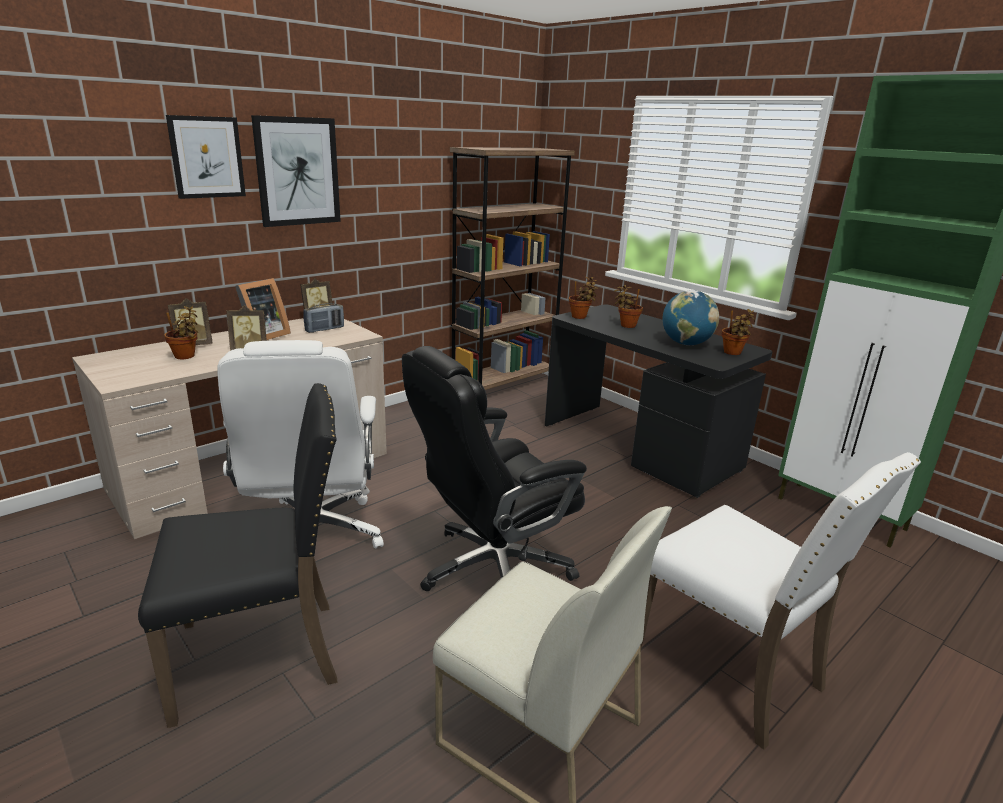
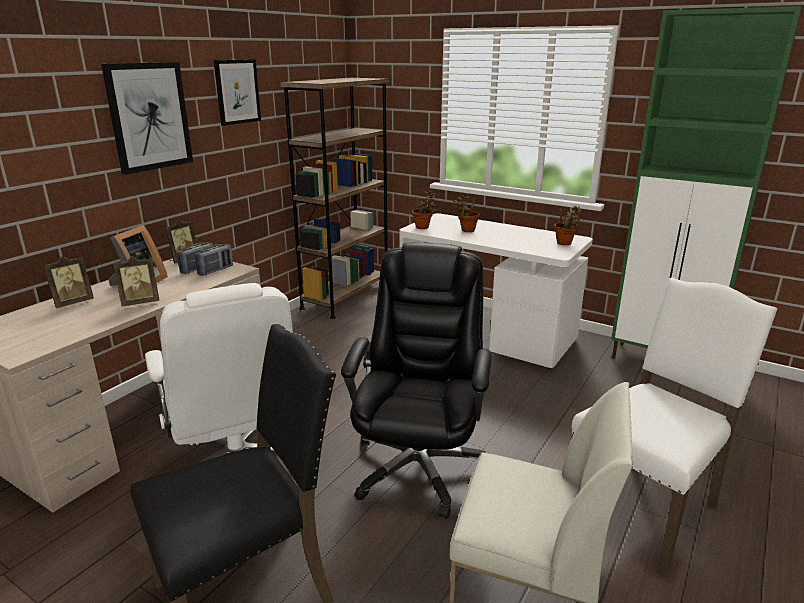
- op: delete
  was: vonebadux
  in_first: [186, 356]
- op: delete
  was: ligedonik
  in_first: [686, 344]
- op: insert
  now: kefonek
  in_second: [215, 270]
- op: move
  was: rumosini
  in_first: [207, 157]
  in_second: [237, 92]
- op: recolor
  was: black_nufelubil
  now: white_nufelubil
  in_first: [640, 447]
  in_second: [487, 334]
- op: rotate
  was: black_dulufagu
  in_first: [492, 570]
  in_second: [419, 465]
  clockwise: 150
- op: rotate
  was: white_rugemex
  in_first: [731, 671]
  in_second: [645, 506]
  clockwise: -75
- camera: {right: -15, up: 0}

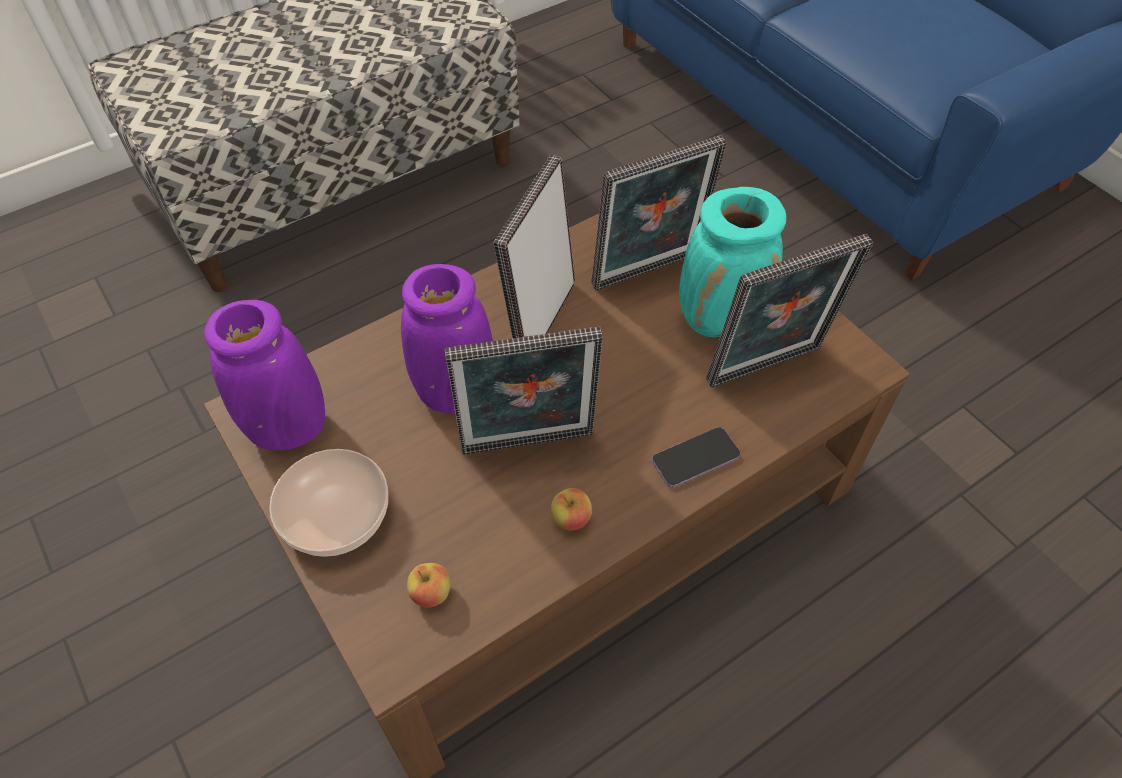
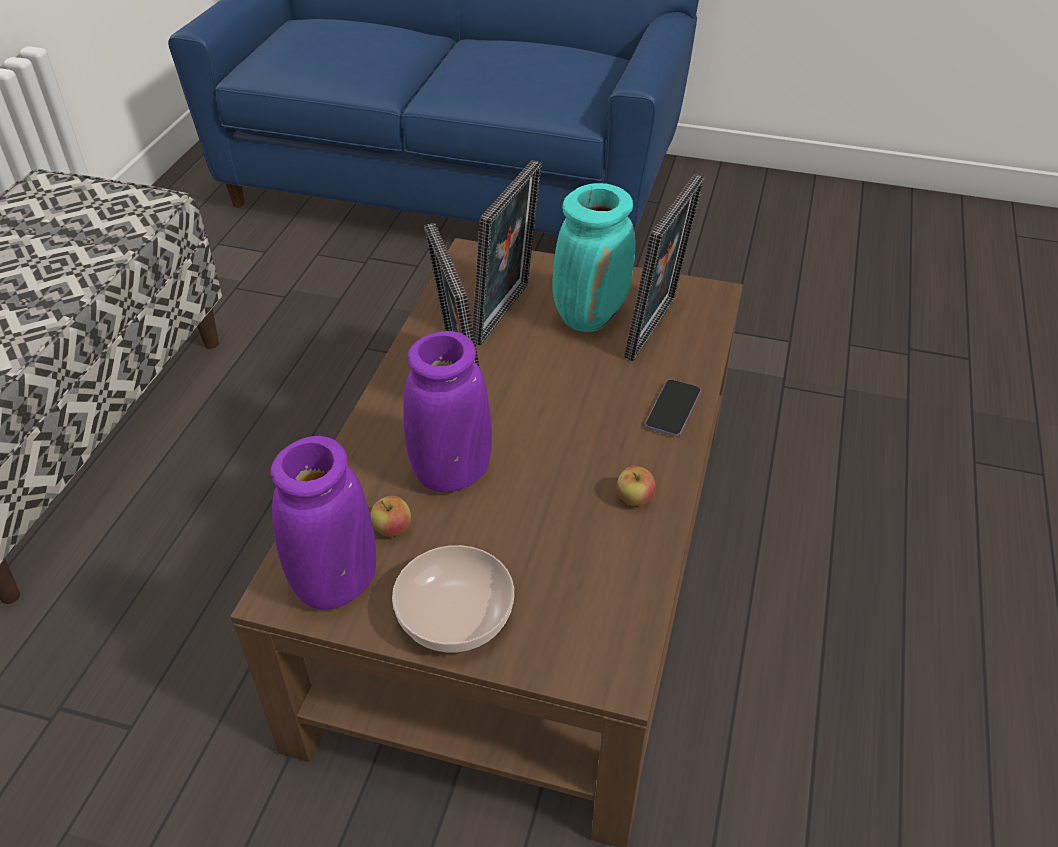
- op: delete
  was: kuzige
  in_first: [528, 447]
- op: move
  was: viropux
  in_first: [431, 593]
  in_second: [392, 529]
- camera: {right: -40, up: -10}

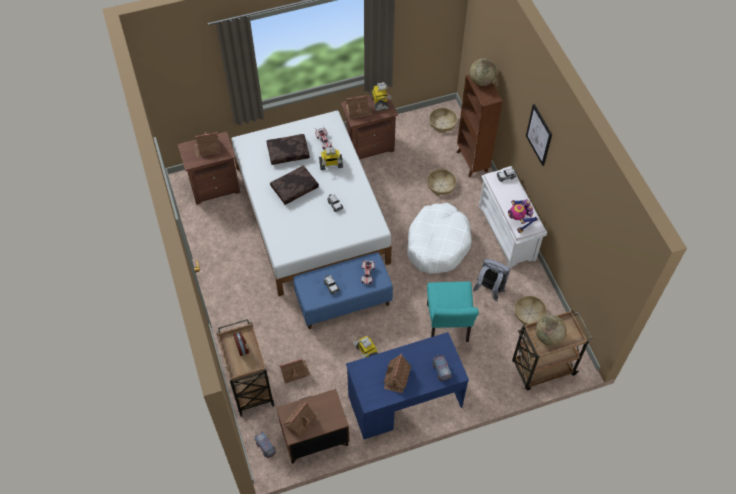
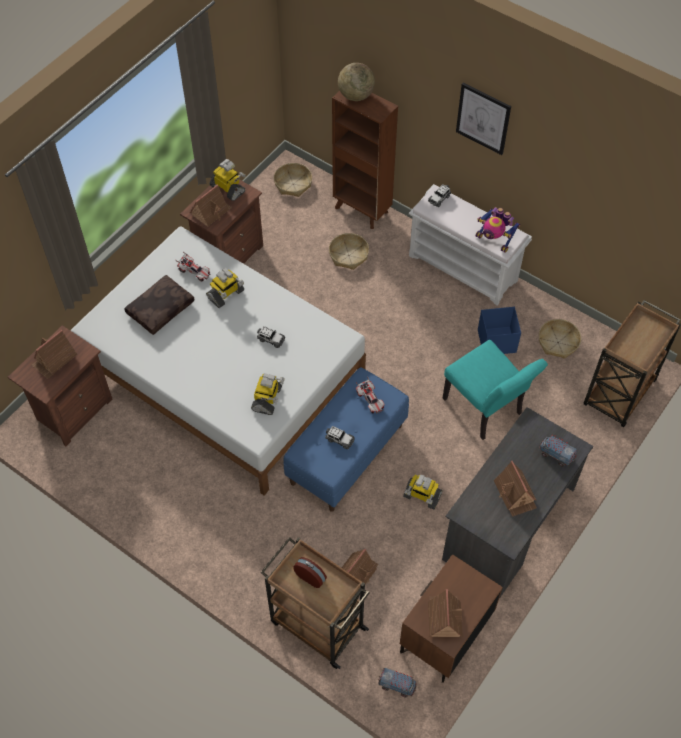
- op: delete
  was: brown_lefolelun
  in_first: [294, 189]
- op: delete
  was: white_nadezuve
  in_first: [437, 244]
- op: delete
  was: ligedonik
  in_first: [548, 337]
- op: insert
  now: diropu
  in_second: [267, 399]
- op: replace
  was: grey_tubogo
  now: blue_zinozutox
  in_first: [489, 289]
  in_second: [496, 341]
- op: recolor
  was: blue_nufelubil
  now: grey_nufelubil
  in_first: [404, 401]
  in_second: [508, 524]
- camera: {right: -35, up: 0}

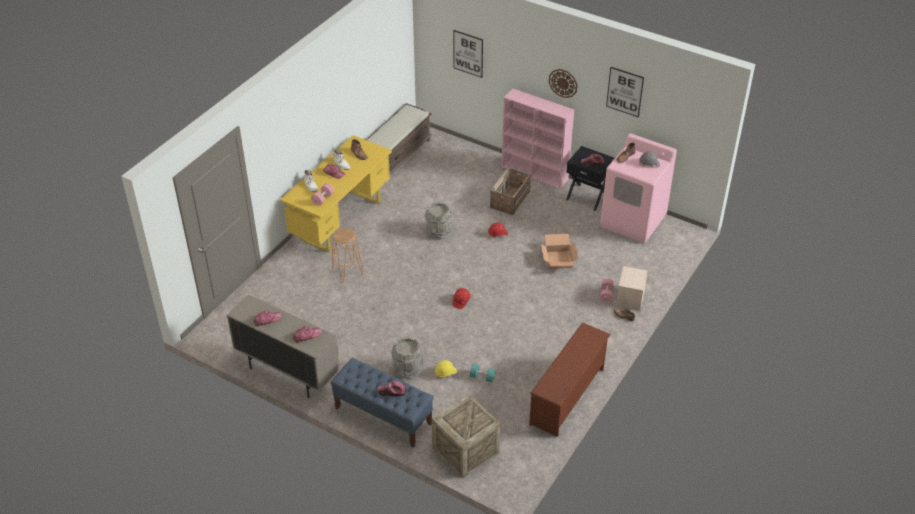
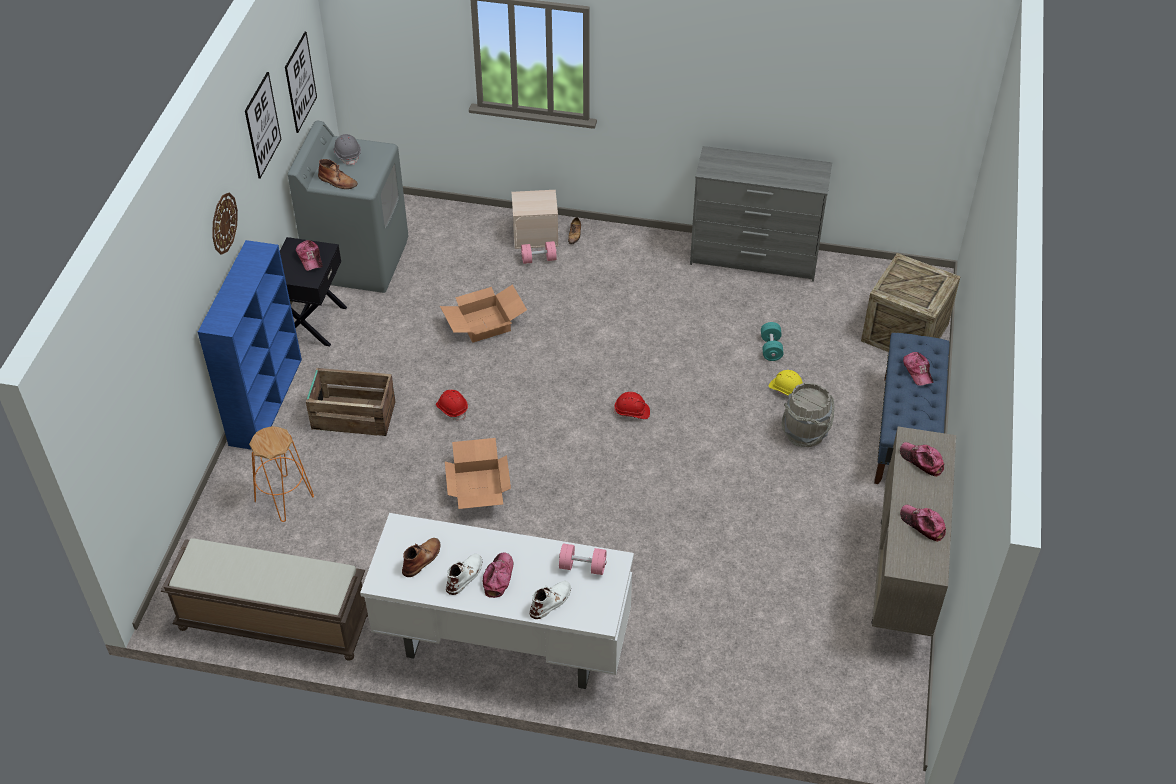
- op: move
  was: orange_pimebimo
  in_first: [347, 271]
  in_second: [283, 498]
- op: move
  was: rumosini
  in_first: [468, 53]
  in_second: [300, 82]
- op: replace
  was: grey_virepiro
  now: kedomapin
  in_first: [439, 232]
  in_second: [477, 487]
- op: replace
  was: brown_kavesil
  now: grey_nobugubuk
  in_first: [568, 397]
  in_second: [754, 258]
- op: recolor
  was: yellow_nufelubil
  now: white_nufelubil
  in_first: [341, 220]
  in_second: [502, 644]
- op: recolor
  was: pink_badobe
  now: blue_badobe
  in_first: [535, 173]
  in_second: [266, 400]
- op: recolor
  was: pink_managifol
  now: grey_managifol
  in_first: [633, 221]
  in_second: [358, 260]
- camera: {right: -110, up: 5}

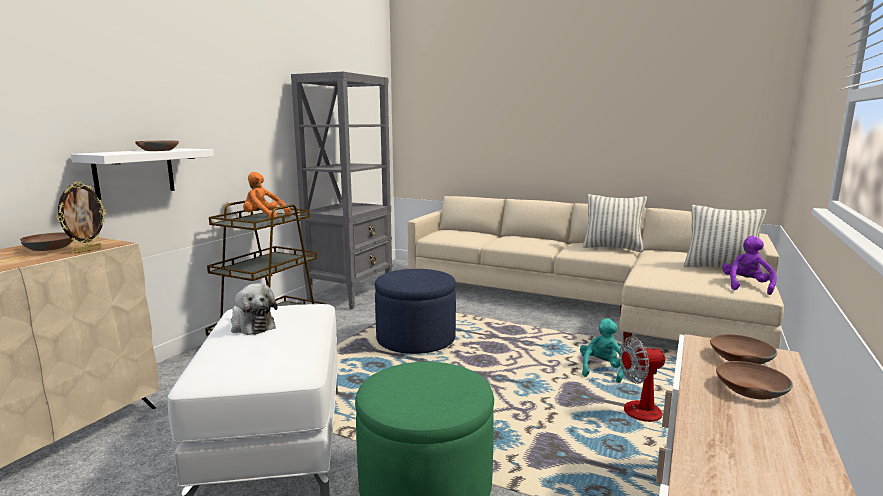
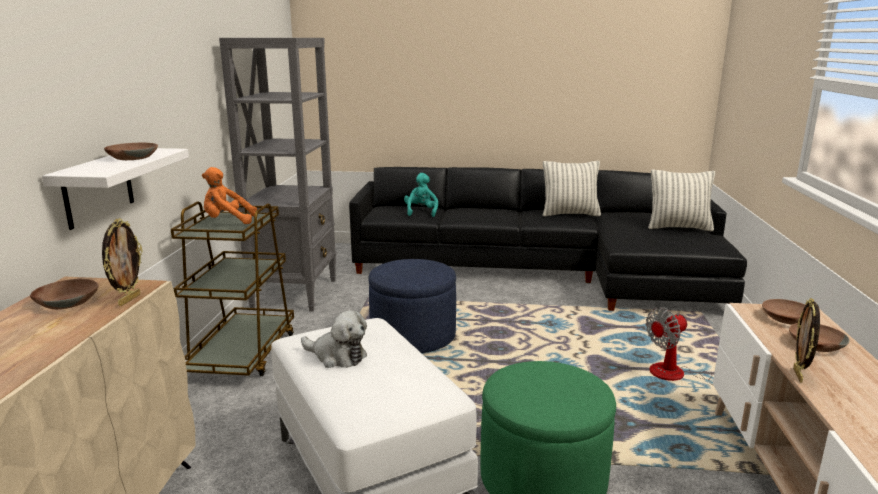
- op: delete
  was: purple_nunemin
  in_first: [746, 286]
- op: insert
  now: kuzige
  in_second: [799, 375]
- op: move
  was: turquoise_nunemin
  in_first: [602, 370]
  in_second: [421, 212]
- op: recolor
  was: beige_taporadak
  now: black_taporadak
  in_first: [589, 303]
  in_second: [548, 271]
- camera: {right: -20, up: 5}

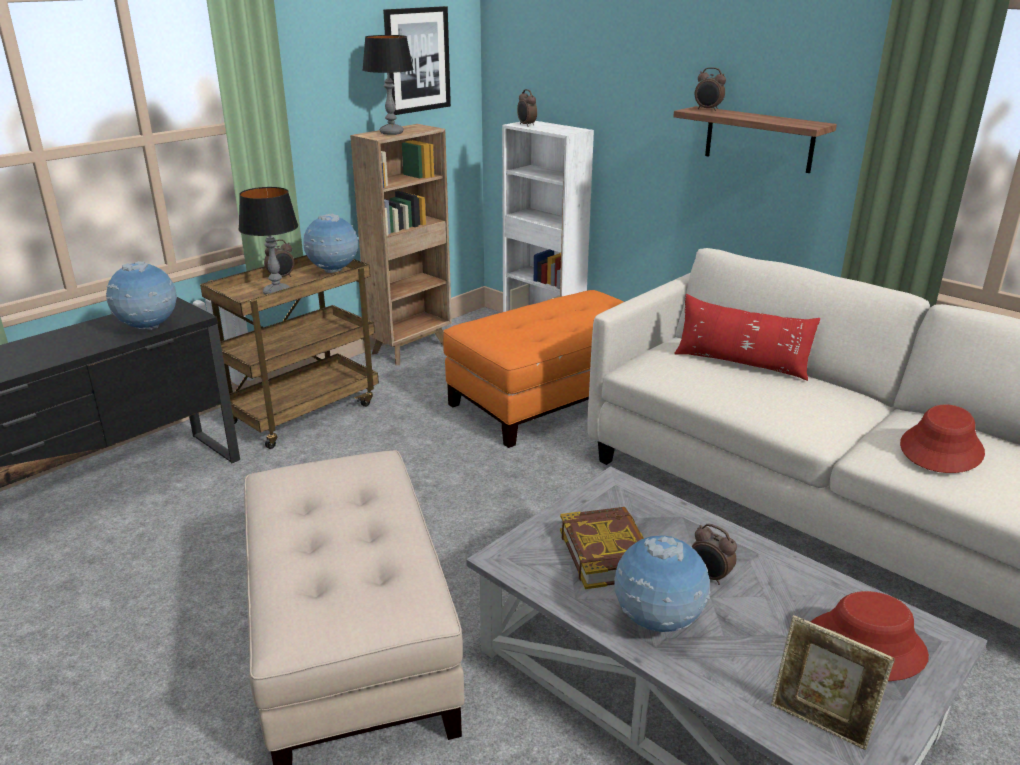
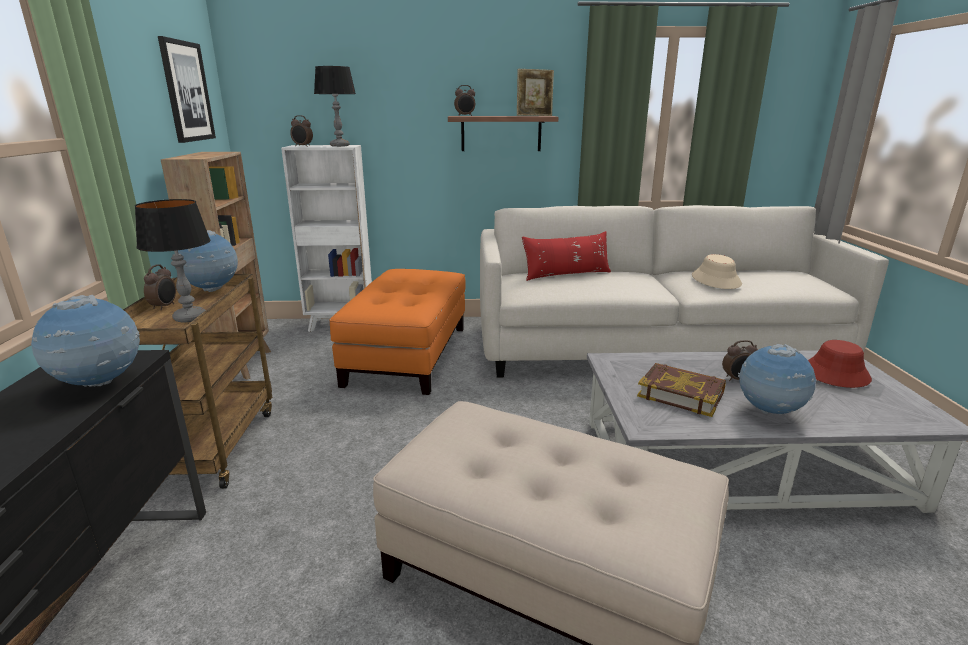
- op: move
  was: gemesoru
  in_first: [392, 133]
  in_second: [340, 146]
- op: move
  was: kuzige
  in_first: [819, 724]
  in_second: [534, 116]
- op: recolor
  was: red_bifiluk
  now: beige_bifiluk
  in_first: [941, 449]
  in_second: [716, 280]
- camera: {right: -45, up: -5}

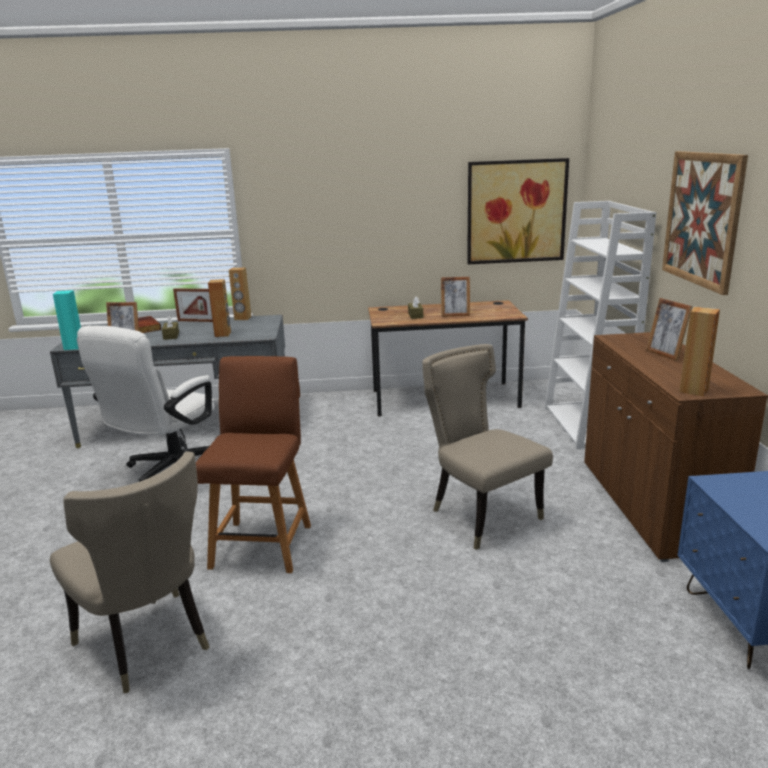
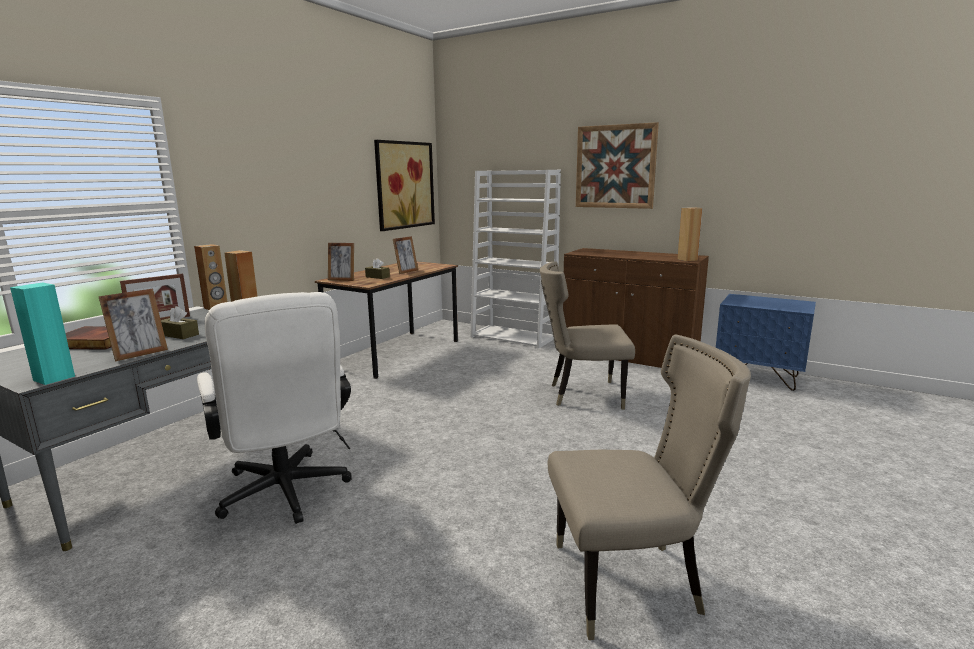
- op: delete
  was: brown_rugemex
  in_first: [263, 544]
- op: move
  was: kuzige
  in_first: [665, 354]
  in_second: [342, 280]
- camera: {right: -55, up: -5}

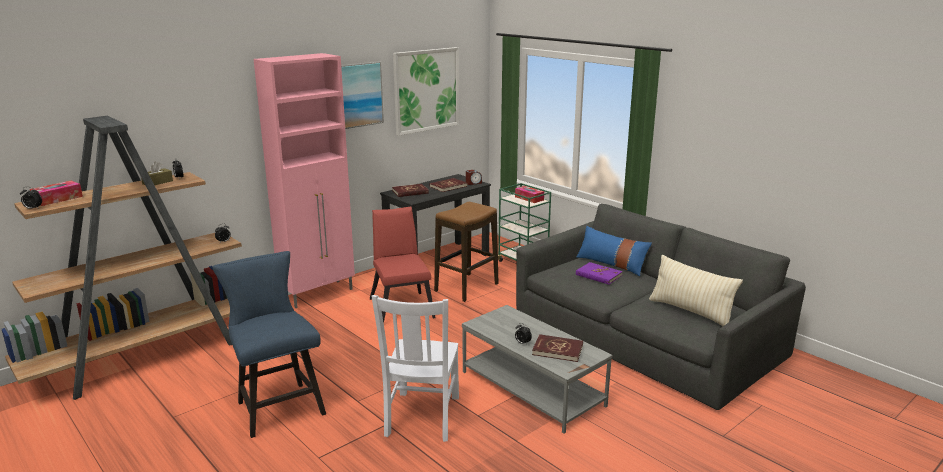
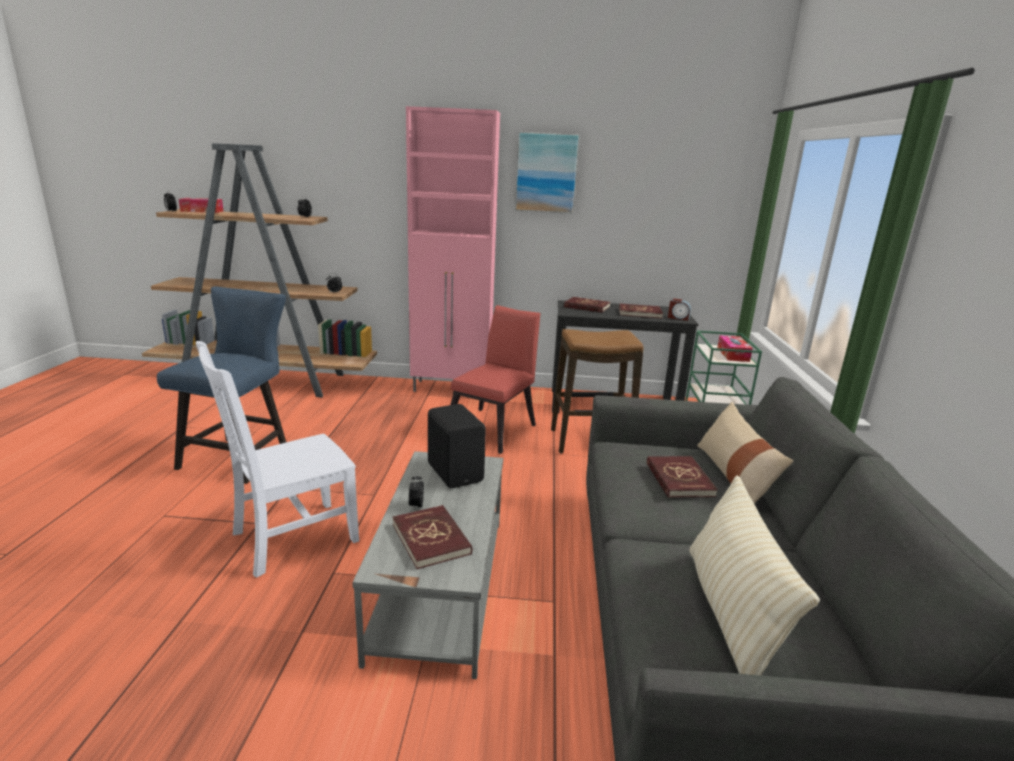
- op: delete
  was: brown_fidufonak
  in_first: [157, 182]
- op: delete
  was: rumosini
  in_first: [426, 90]
- op: insert
  now: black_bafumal
  in_second: [456, 472]
- op: recolor
  was: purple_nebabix
  now: red_nebabix
  in_first: [598, 275]
  in_second: [679, 479]
- op: recolor
  was: blue_lefolelun
  now: beige_lefolelun
  in_first: [611, 264]
  in_second: [734, 476]
- camera: {right: 45, up: 0}

